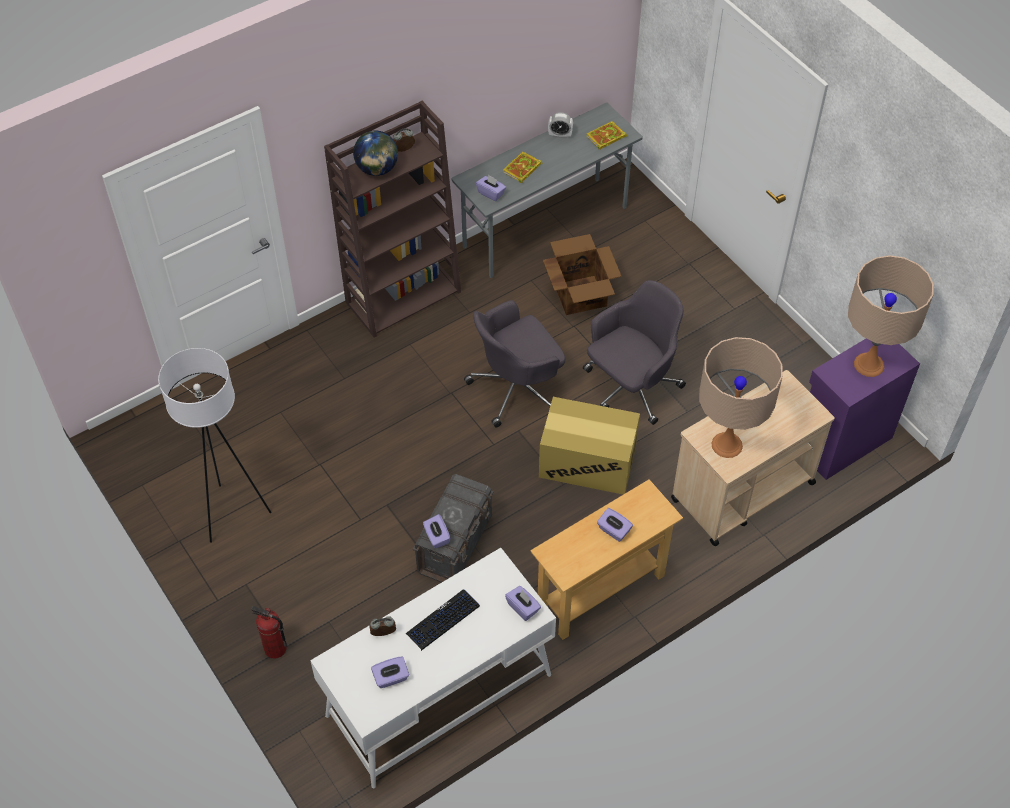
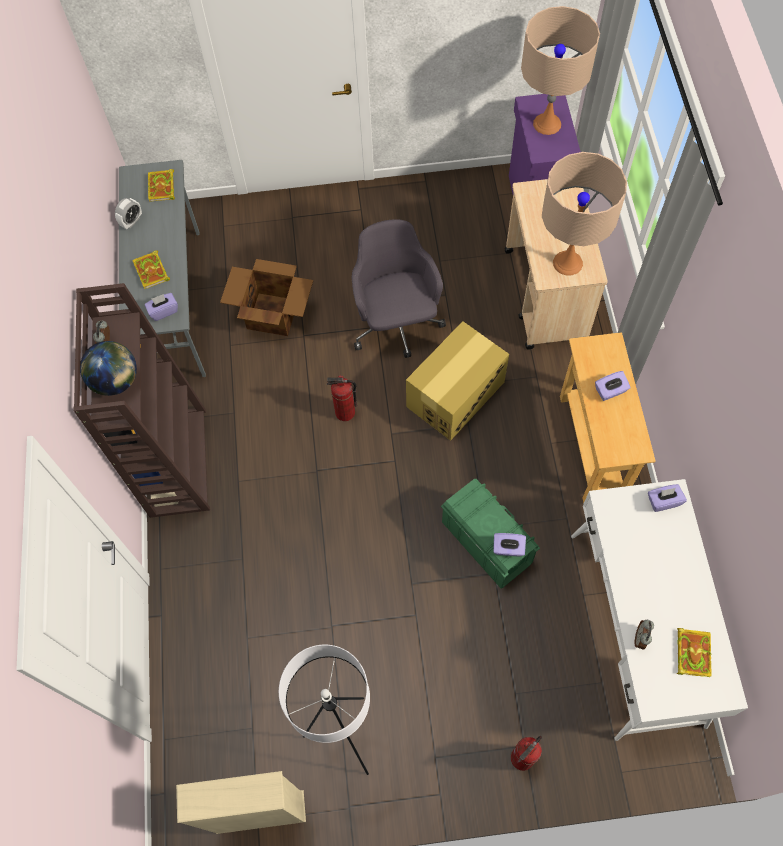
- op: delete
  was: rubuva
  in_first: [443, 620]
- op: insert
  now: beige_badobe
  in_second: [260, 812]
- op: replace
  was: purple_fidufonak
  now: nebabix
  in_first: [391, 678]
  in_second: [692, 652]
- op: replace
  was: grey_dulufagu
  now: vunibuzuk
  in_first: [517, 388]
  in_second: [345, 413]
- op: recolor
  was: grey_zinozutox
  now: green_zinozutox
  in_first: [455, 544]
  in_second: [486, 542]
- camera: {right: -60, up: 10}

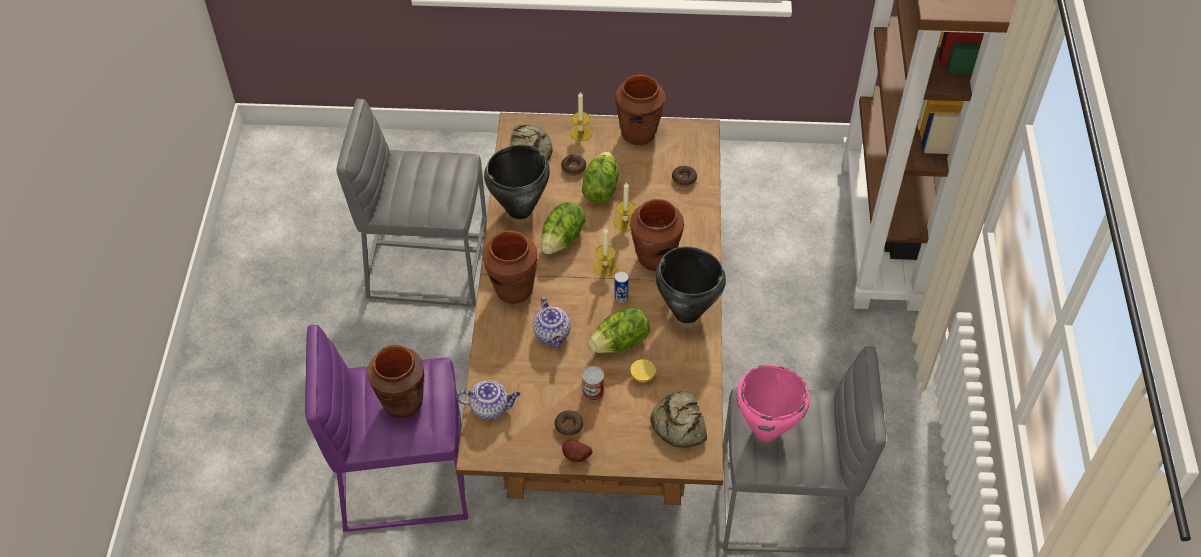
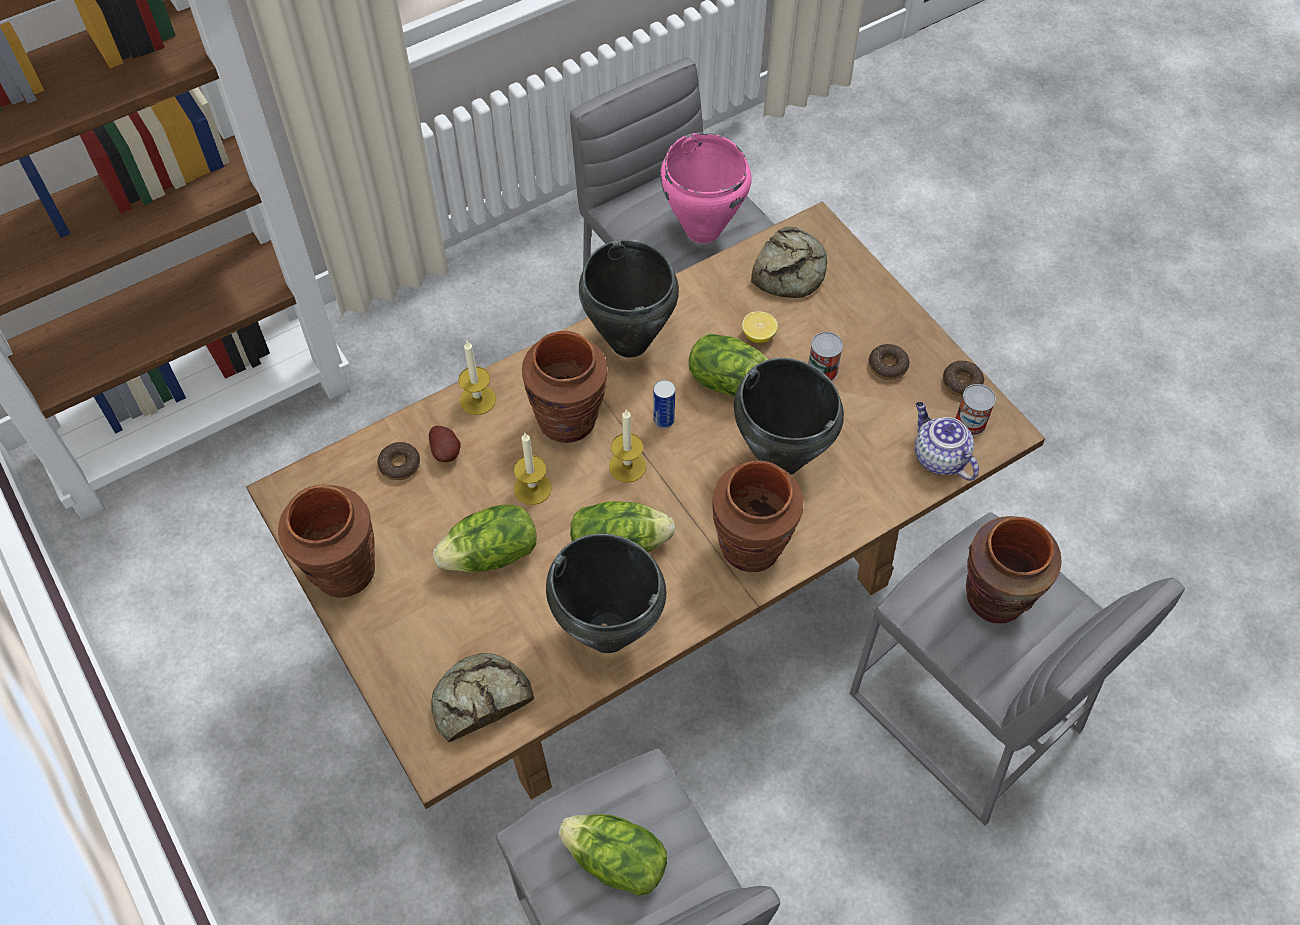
- op: insert
  now: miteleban
  in_second: [615, 862]
- op: insert
  now: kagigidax
  in_second: [970, 422]
- op: move
  was: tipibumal
  in_first: [573, 168]
  in_second: [961, 382]
- op: move
  was: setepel
  in_first: [576, 457]
  in_second: [447, 452]
- op: move
  was: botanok
  in_first: [581, 133]
  in_second: [477, 400]
- op: replace
  was: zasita
  now: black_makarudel
  in_first: [553, 334]
  in_second: [780, 459]
- op: recolor
  was: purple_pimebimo
  now: grey_pimebimo
  in_first: [403, 479]
  in_second: [964, 714]
- camera: {right: -125, up: 5}

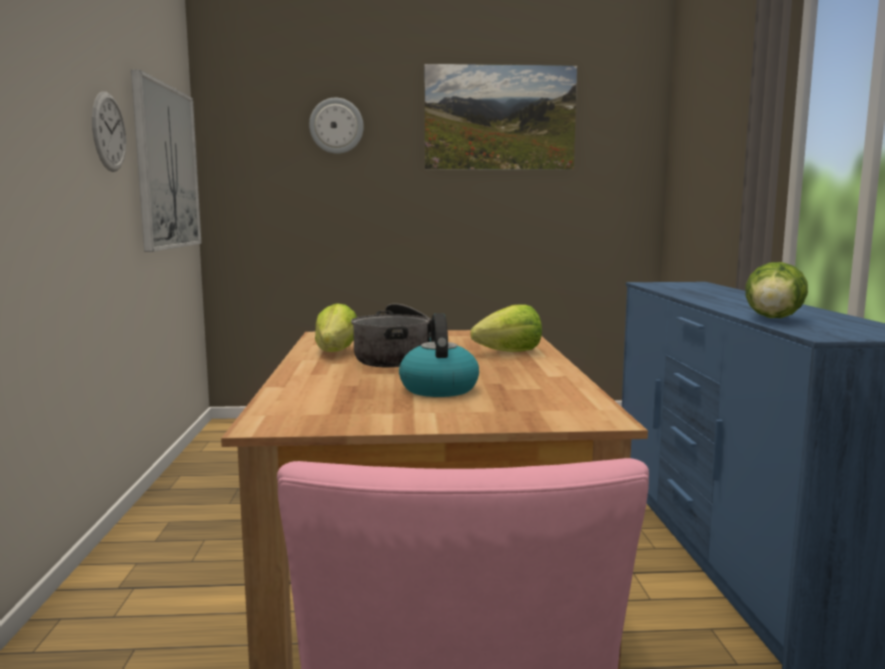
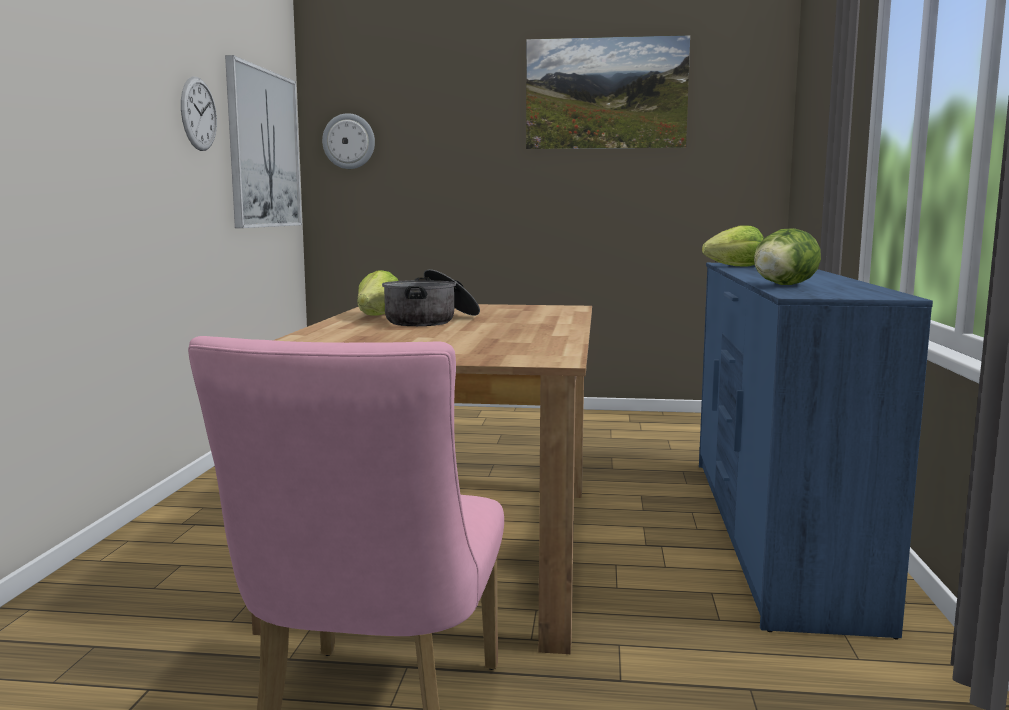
- op: delete
  was: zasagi
  in_first: [438, 388]
- op: move
  was: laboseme
  in_first: [336, 126]
  in_second: [349, 141]
- op: move
  was: miteleban
  in_first: [510, 352]
  in_second: [735, 266]
- camera: {right: 10, up: 0}

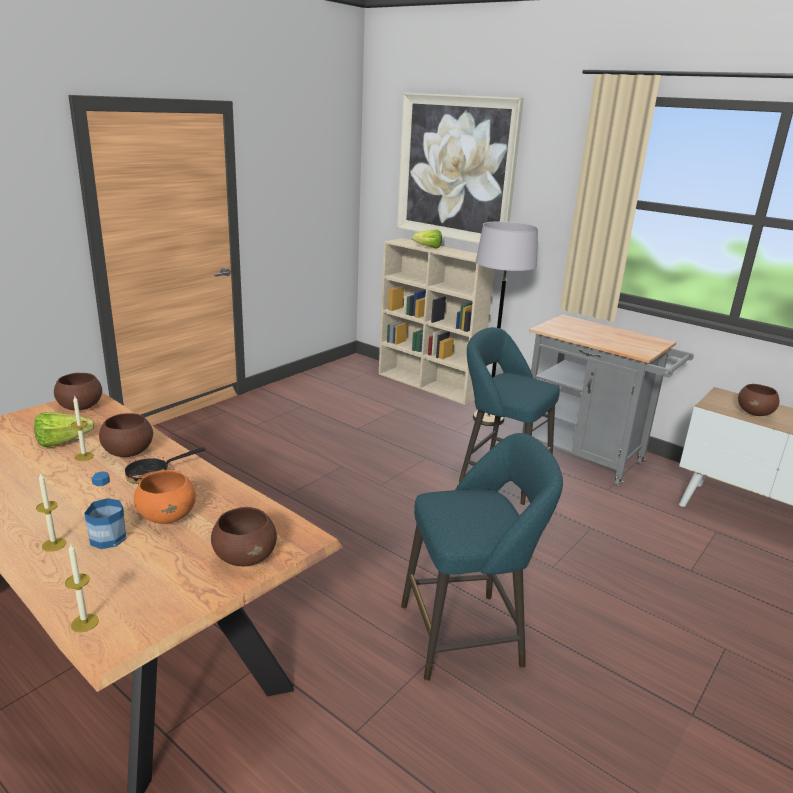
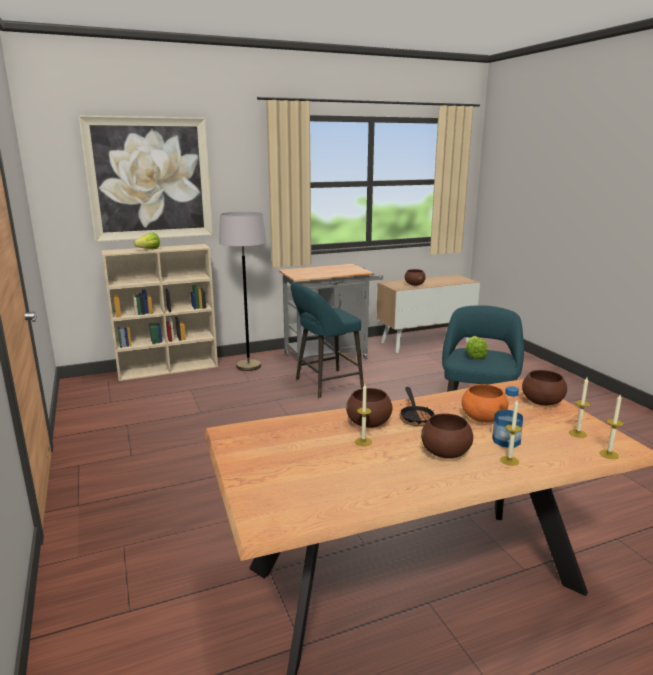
- op: insert
  now: botanok
  in_second: [577, 433]
- op: move
  was: miteleban
  in_first: [67, 442]
  in_second: [475, 354]
- op: move
  was: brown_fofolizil
  in_first: [80, 407]
  in_second: [446, 453]
- camera: {right: -60, up: -5}

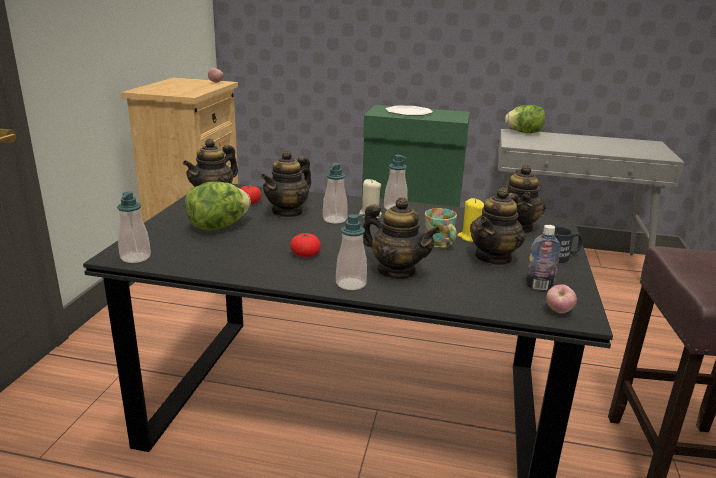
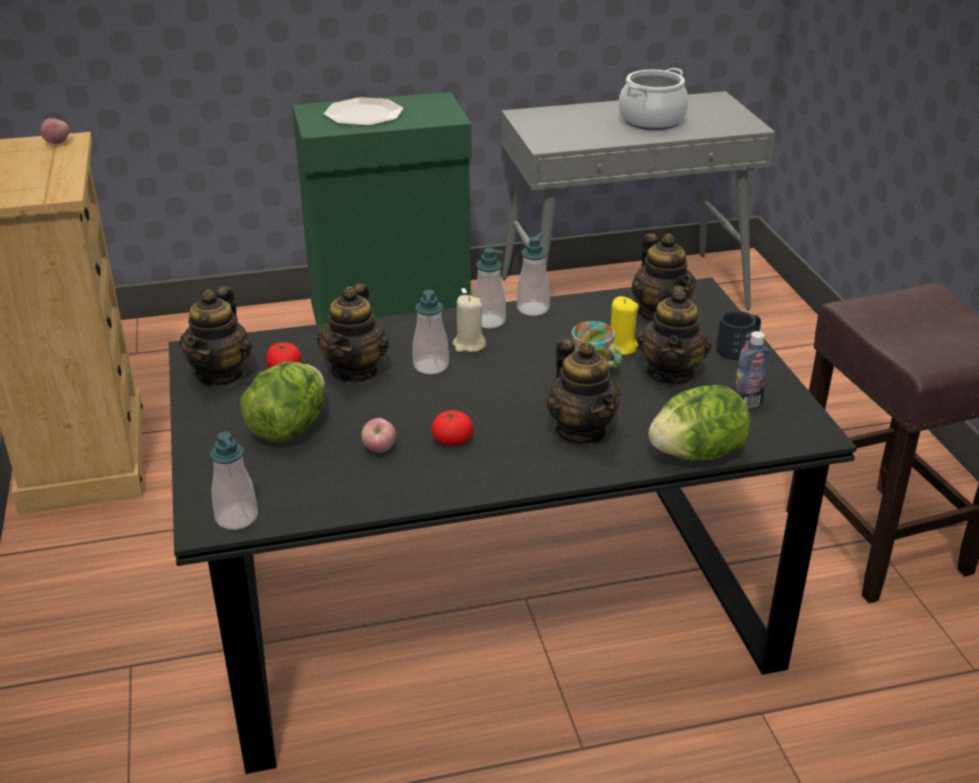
- op: insert
  now: makarudel
  in_second: [651, 120]
- op: move
  was: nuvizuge
  in_first: [351, 283]
  in_second: [533, 308]
- op: move
  was: miteleban
  in_first: [524, 132]
  in_second: [697, 454]
- op: move
  was: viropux
  in_first: [558, 311]
  in_second: [379, 450]
- op: rotate
  was: zasita
  in_first: [396, 271]
  in_second: [582, 431]
  clockwise: 60
- camera: {right: -25, up: 10}

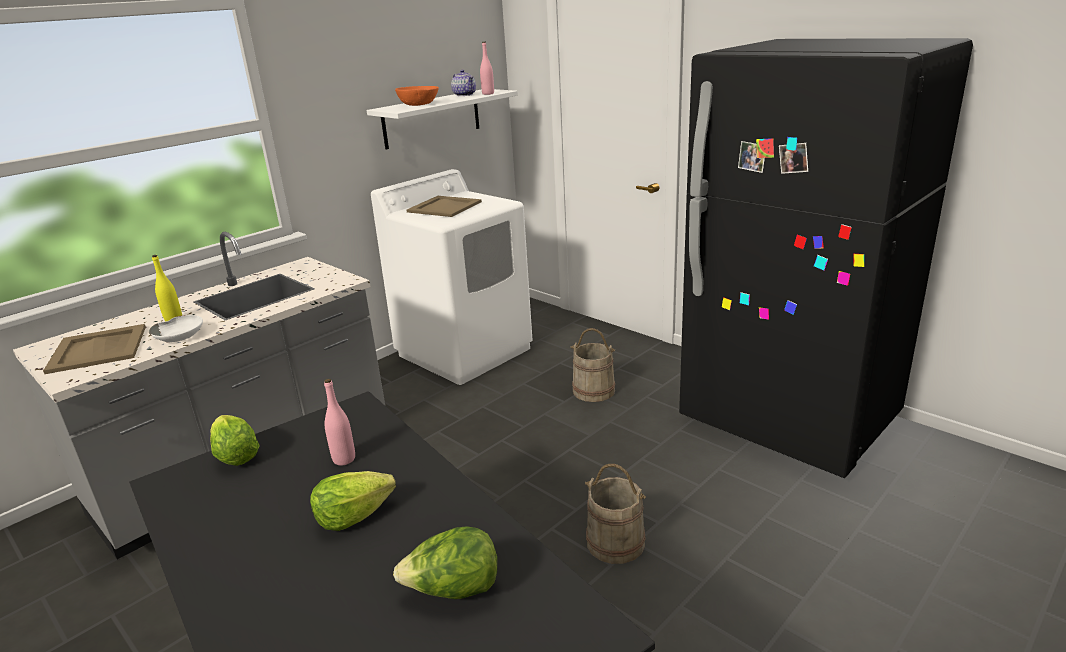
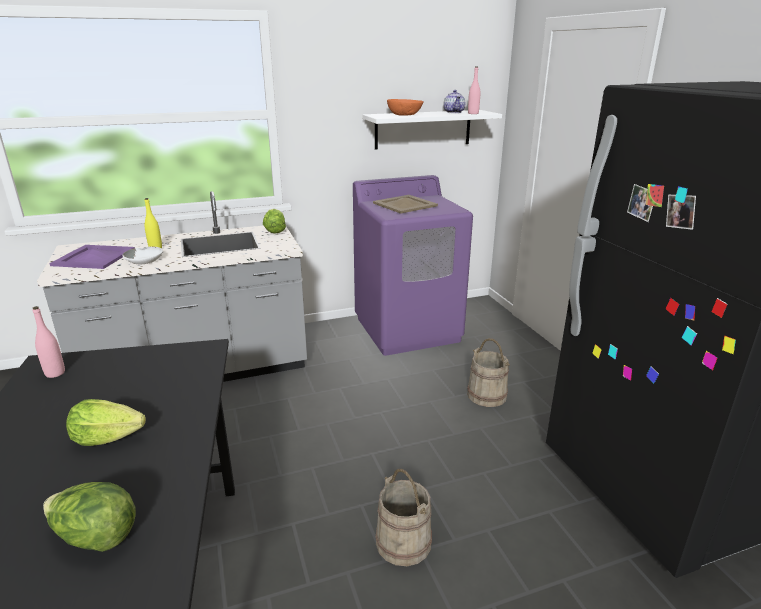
- op: move
  was: miteleban
  in_first: [236, 456]
  in_second: [275, 231]
- op: move
  was: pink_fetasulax
  in_first: [344, 459]
  in_second: [55, 373]
- op: recolor
  was: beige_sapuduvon
  now: purple_sapuduvon
  in_first: [97, 349]
  in_second: [93, 257]
- op: recolor
  was: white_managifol
  now: purple_managifol
  in_first: [465, 351]
  in_second: [408, 329]
- camera: {right: 25, up: 0}

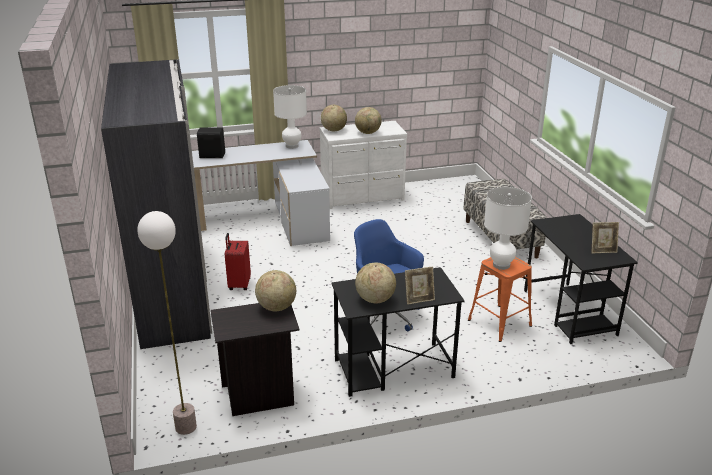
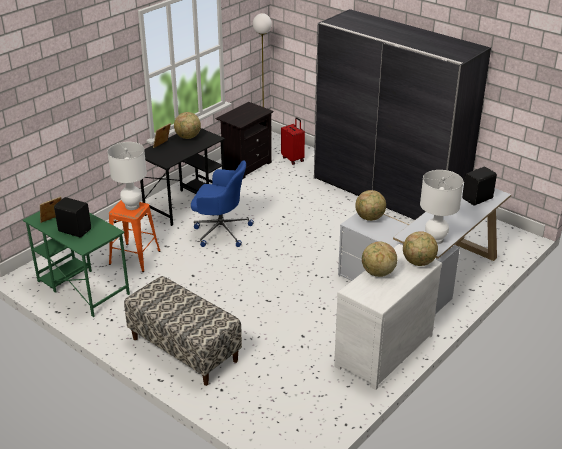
- op: insert
  now: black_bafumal
  in_second: [75, 230]
- op: move
  was: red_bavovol
  in_first: [239, 284]
  in_second: [293, 159]
- op: move
  was: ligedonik
  in_first: [276, 307]
  in_second: [370, 218]
- op: recolor
  was: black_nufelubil
  now: green_nufelubil
  in_first: [569, 312]
  in_second: [82, 287]
- camera: {right: 145, up: 5}

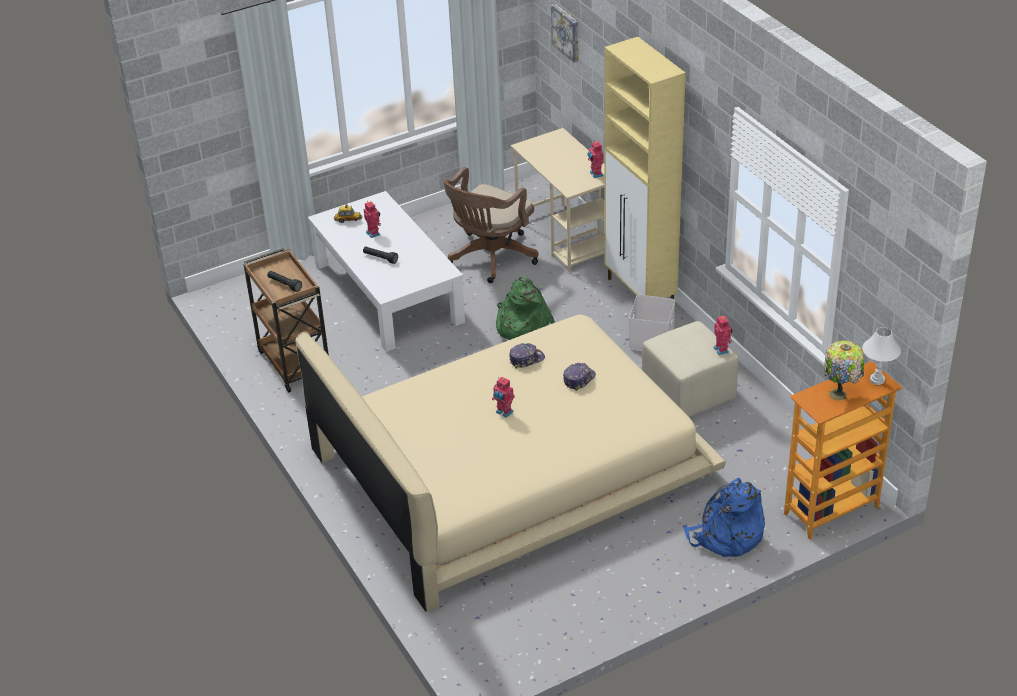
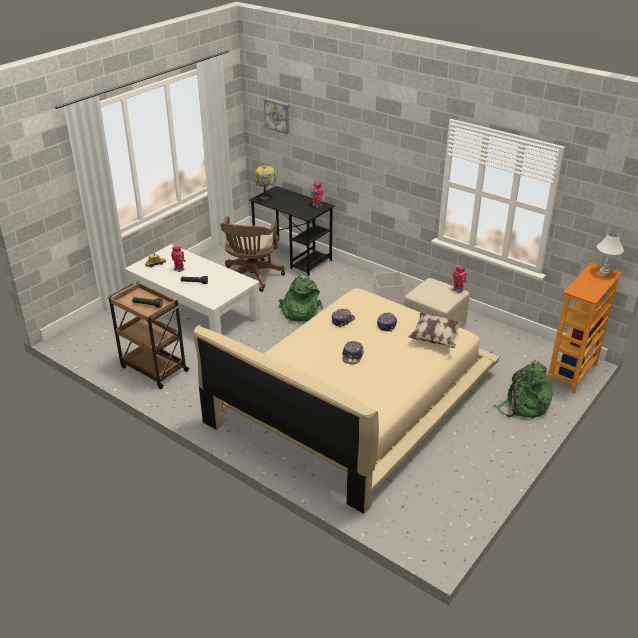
- op: delete
  was: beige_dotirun
  in_first: [640, 293]
- op: insert
  now: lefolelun
  in_second: [435, 339]
- op: move
  was: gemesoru
  in_first: [839, 395]
  in_second: [265, 197]
- op: replace
  was: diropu
  now: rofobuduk
  in_first: [504, 412]
  in_second: [352, 356]
- op: recolor
  was: beige_nufelubil
  now: black_nufelubil
  in_first: [566, 238]
  in_second: [293, 257]
- op: recolor
  was: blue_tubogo
  now: green_tubogo
  in_first: [726, 536]
  in_second: [523, 405]
- camera: {right: -25, up: -5}

